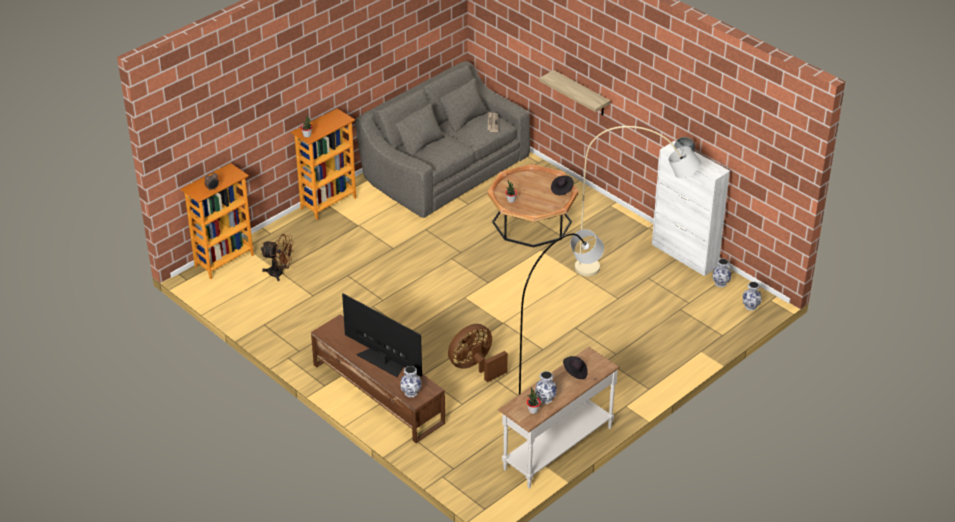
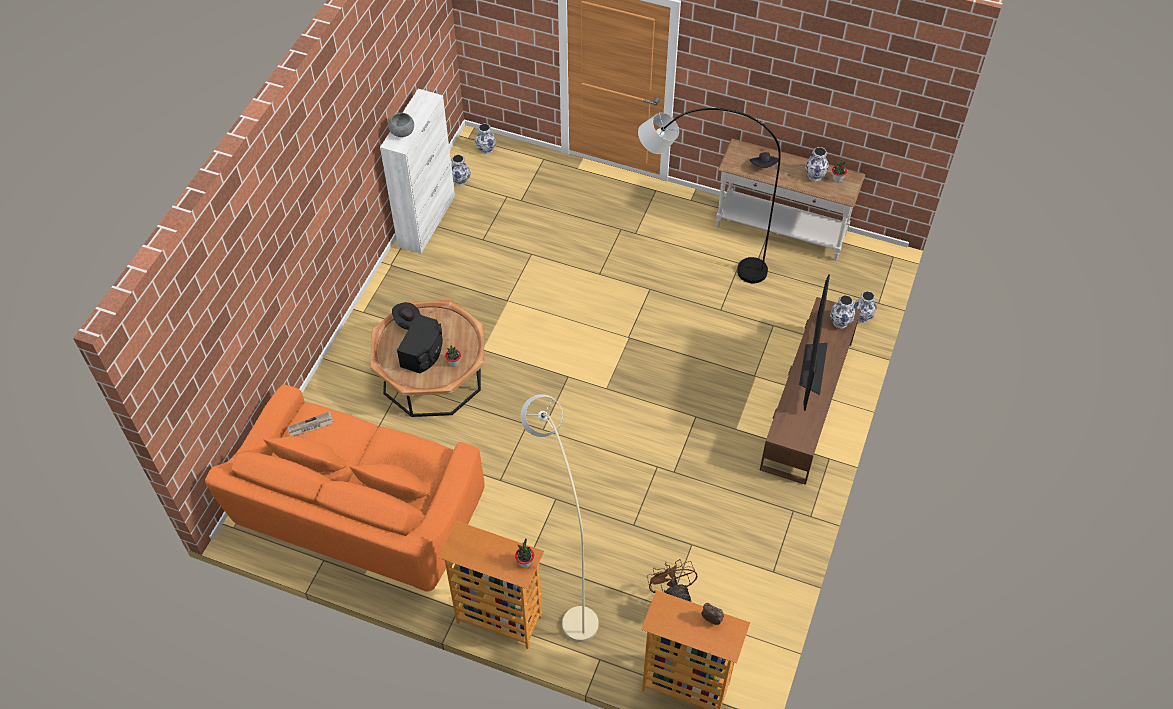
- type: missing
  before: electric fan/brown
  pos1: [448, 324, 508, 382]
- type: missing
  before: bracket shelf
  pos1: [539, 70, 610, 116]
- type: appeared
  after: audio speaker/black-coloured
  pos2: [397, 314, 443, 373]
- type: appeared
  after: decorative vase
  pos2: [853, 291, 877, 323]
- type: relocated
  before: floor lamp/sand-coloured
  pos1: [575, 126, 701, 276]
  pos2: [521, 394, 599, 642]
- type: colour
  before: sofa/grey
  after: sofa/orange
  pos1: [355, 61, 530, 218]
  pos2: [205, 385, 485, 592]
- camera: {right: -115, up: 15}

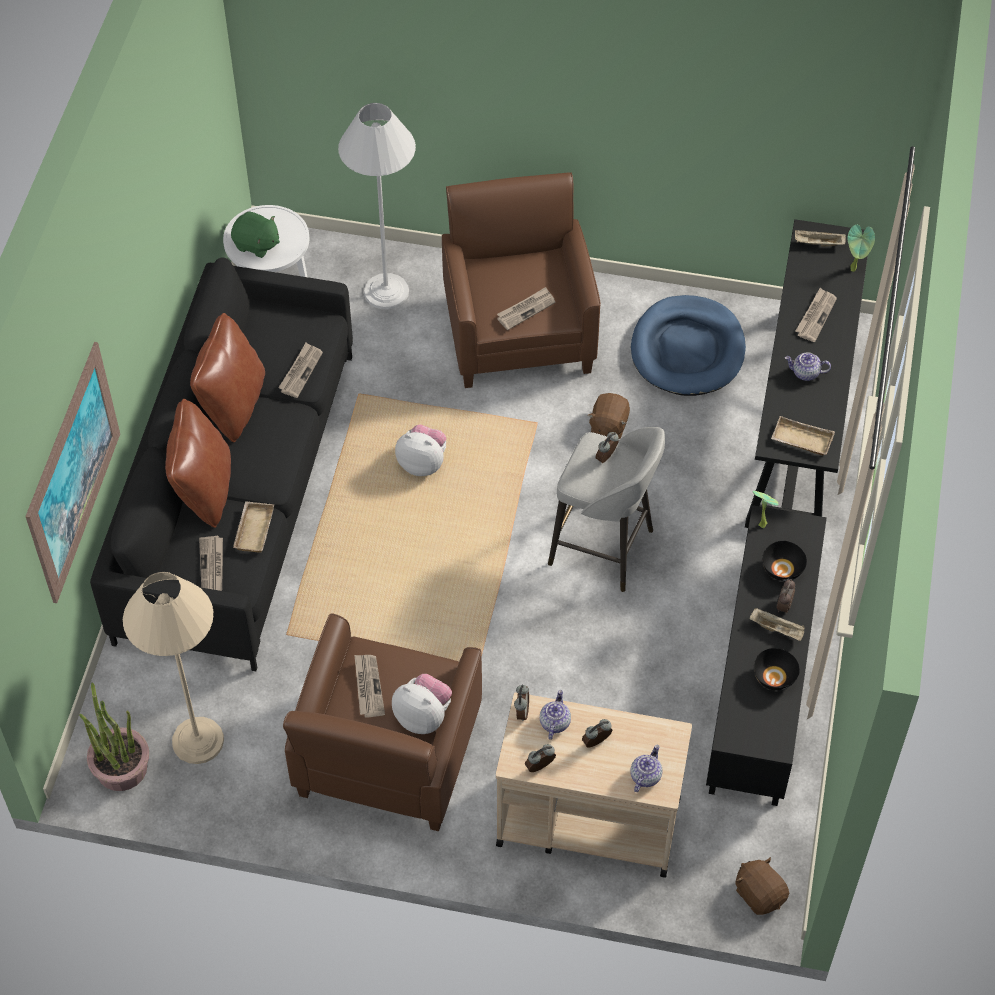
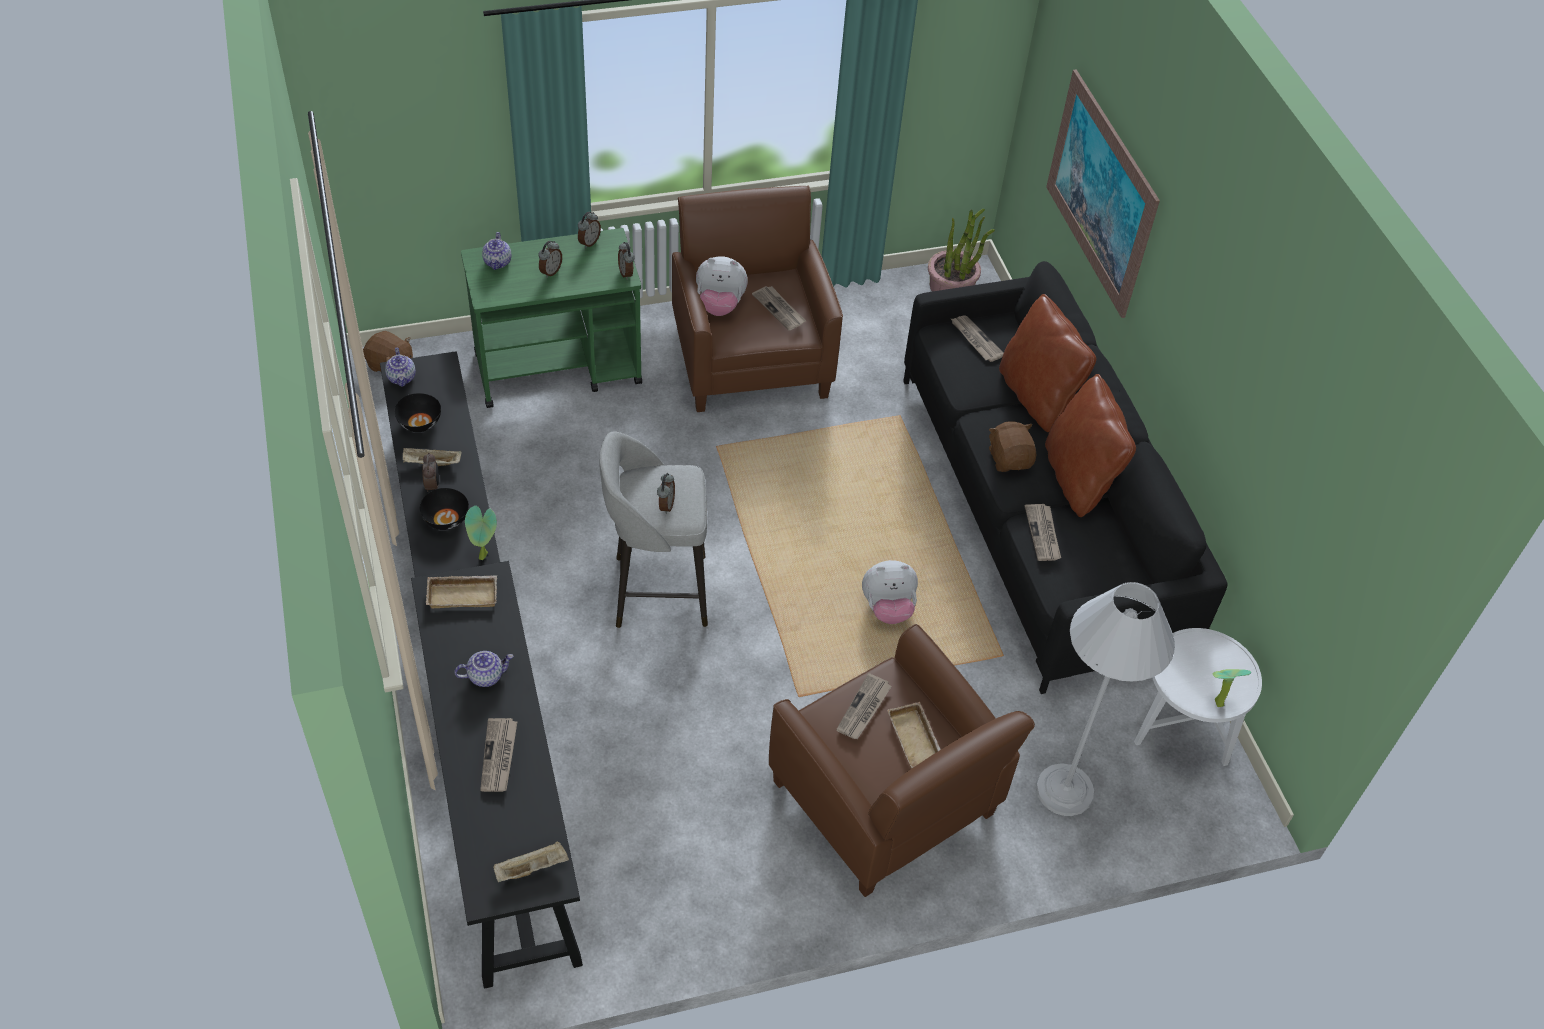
- type: missing
  before: floor lamp/sand-coloured
  pos1: [123, 572, 224, 764]
- type: missing
  before: soft toy/green
  pos1: [231, 211, 280, 258]
- type: missing
  before: pet bed/bluish
  pos1: [631, 295, 746, 396]
- type: relocated
  before: tray/sand-coloured
  pos1: [233, 501, 274, 553]
  pos2: [887, 702, 941, 769]
- type: relocated
  before: tea pot
  pos1: [540, 690, 571, 740]
  pos2: [385, 348, 416, 387]
- type: relocated
  before: soft toy/brown
  pos1: [588, 393, 630, 439]
  pos2: [989, 421, 1036, 472]
- type: relocated
  before: plant in a pot
  pos1: [848, 225, 875, 272]
  pos2: [1213, 669, 1251, 707]
- type: colour
  before: cart/sand-coloured
  after: cart/green
  pos1: [496, 692, 692, 877]
  pos2: [461, 228, 642, 408]
- camera: {right: 150, up: -5}

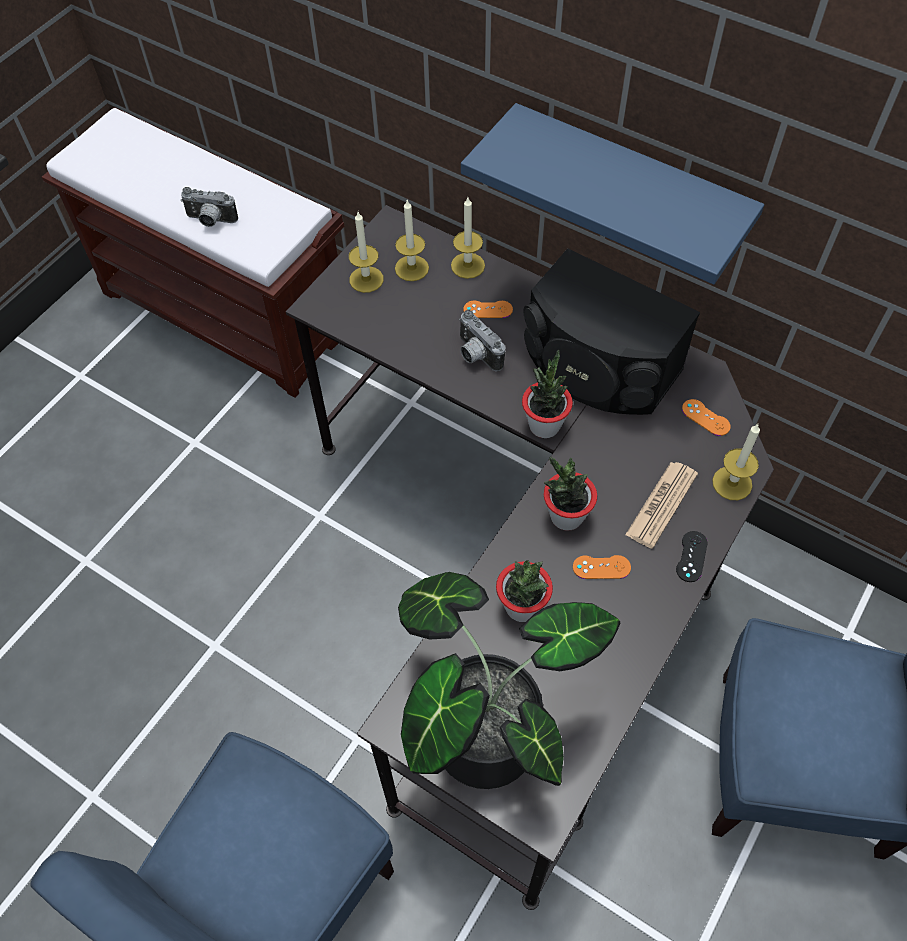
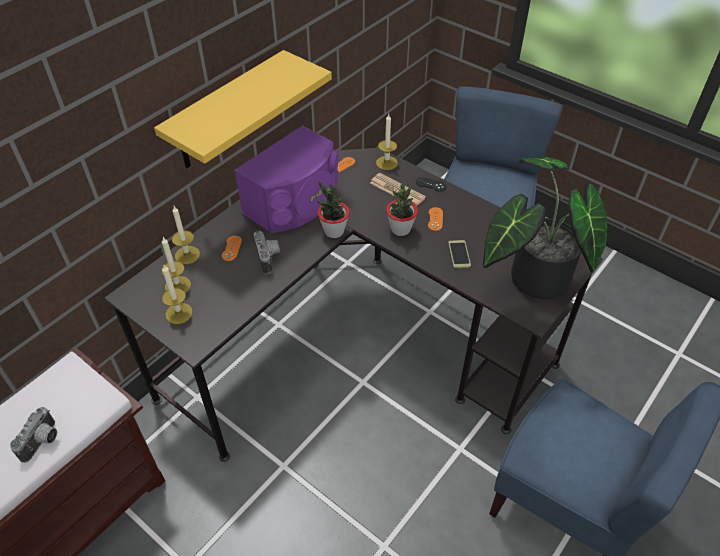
- type: exchanged
  before: plant in a pot
  after: handset
  pos1: [496, 560, 553, 622]
  pos2: [448, 240, 471, 268]
- type: colour
  before: bracket shelf/bluish
  after: bracket shelf/yellow
  pos1: [461, 103, 764, 285]
  pos2: [154, 50, 332, 168]
- type: colour
  before: audio speaker/black-coloured
  after: audio speaker/purple-coloured
  pos1: [523, 248, 700, 415]
  pos2: [234, 125, 339, 233]
- type: spun
  before: photo camera
  pos1: [459, 310, 505, 372]
  pos2: [254, 231, 280, 274]
  turn: -75
- camera: {right: -85, up: -10}

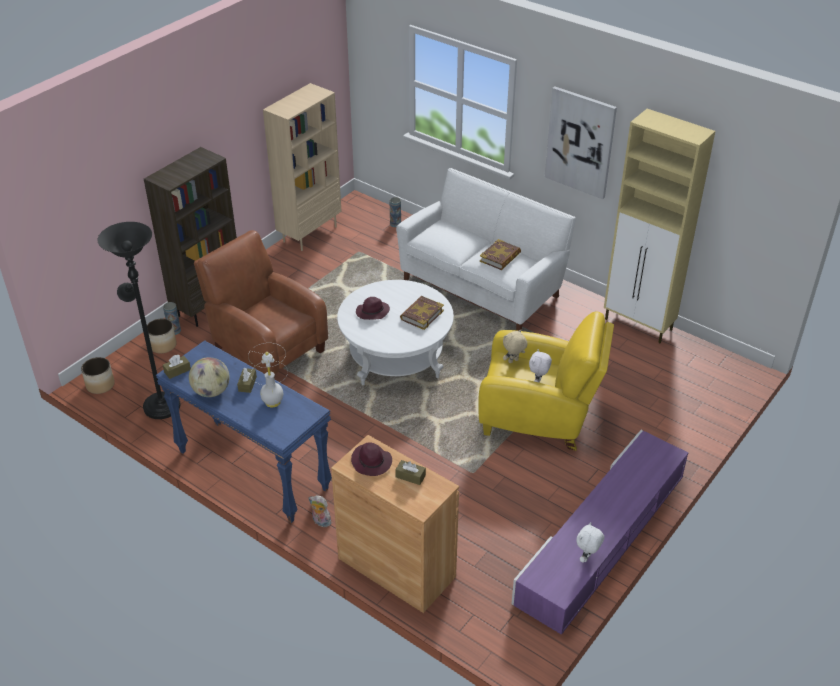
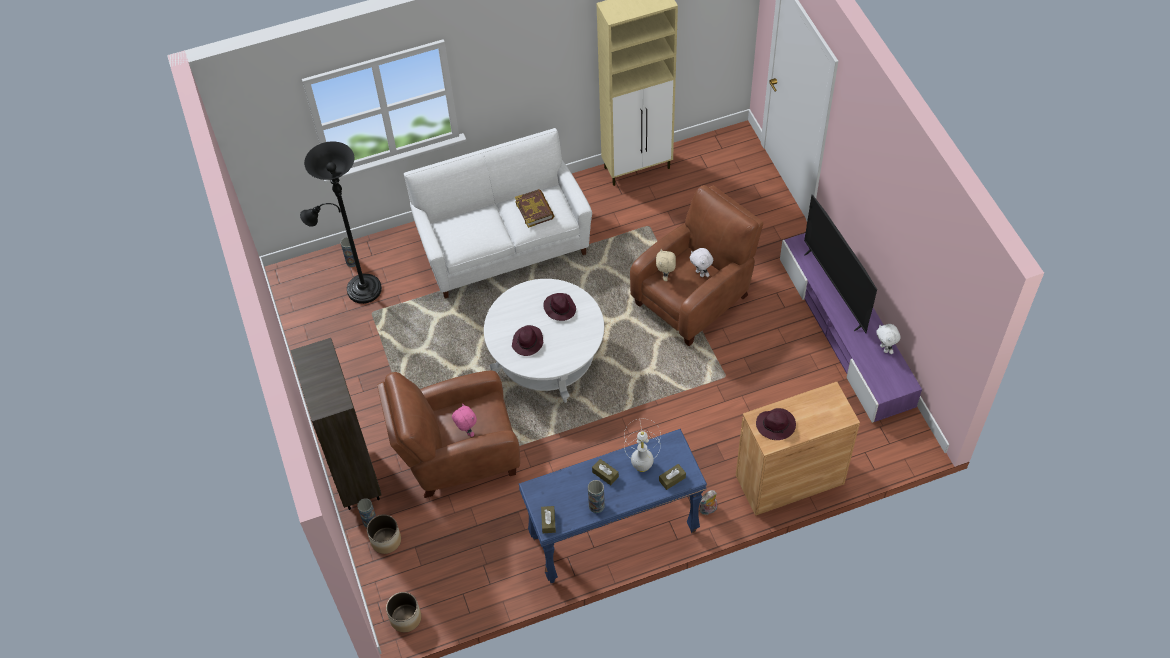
- type: missing
  before: bookshelf/sand-coloured
  pos1: [263, 83, 342, 251]
- type: missing
  before: wall picture
  pos1: [545, 87, 617, 199]
- type: appeared
  after: soft toy/pinkish
  pos2: [452, 404, 477, 437]
- type: appeared
  after: television
  pos2: [804, 195, 877, 333]
- type: relocated
  before: floor lamp/black-coloured
  pos1: [97, 222, 181, 419]
  pos2: [300, 141, 382, 304]
- type: relocated
  before: tissue holder/brown
  pos1: [395, 460, 426, 485]
  pos2: [659, 464, 686, 490]
- type: exchanged
  before: world globe
  after: decorative vase
  pos1: [189, 357, 230, 397]
  pos2: [588, 480, 605, 513]
- type: exchanged
  before: book
  after: clothing hat/purple-coloured
  pos1: [400, 296, 444, 330]
  pos2: [543, 293, 576, 321]
- type: colour
  before: easy chair/yellow
  after: easy chair/brown
  pos1: [478, 311, 614, 451]
  pos2: [630, 185, 763, 346]
- camera: {right: -55, up: 15}

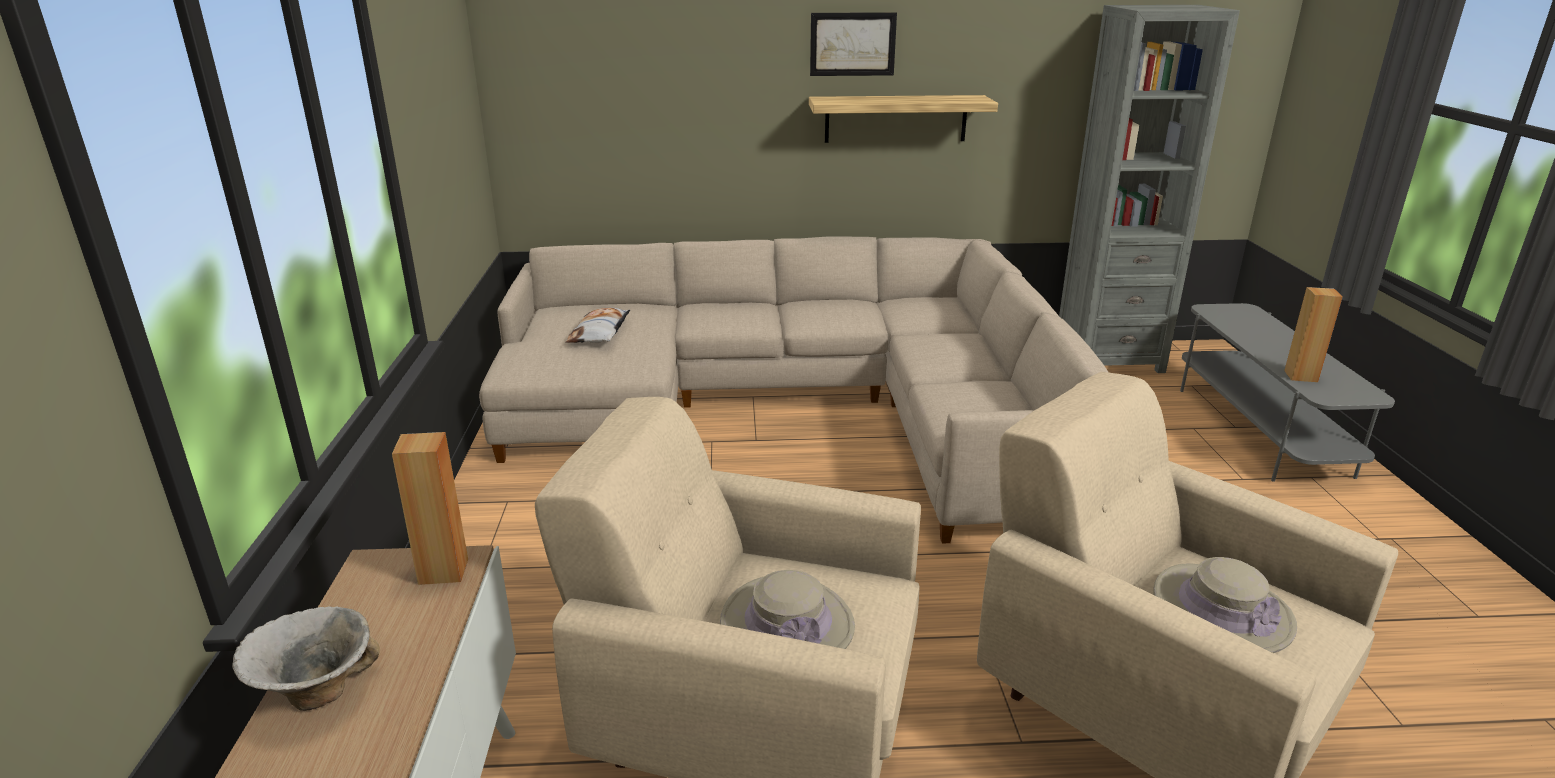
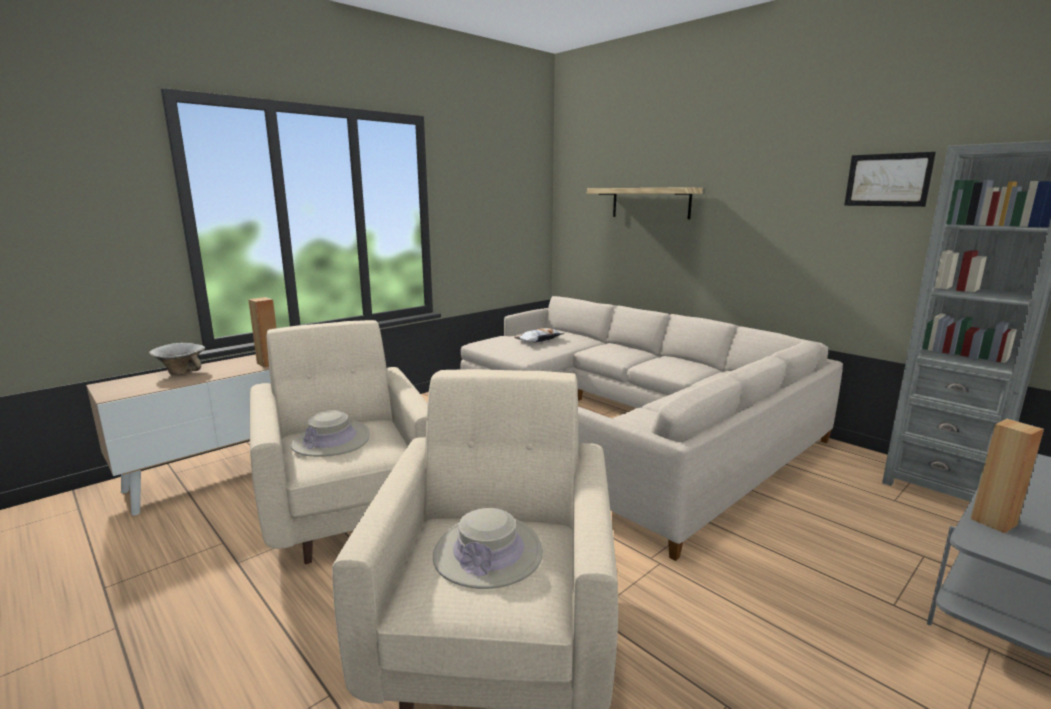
- type: relocated
  before: bracket shelf
  pos1: [809, 95, 998, 143]
  pos2: [587, 187, 703, 219]
- type: relocated
  before: wall picture
  pos1: [810, 12, 897, 76]
  pos2: [844, 152, 936, 207]
- camera: {right: 50, up: -10}

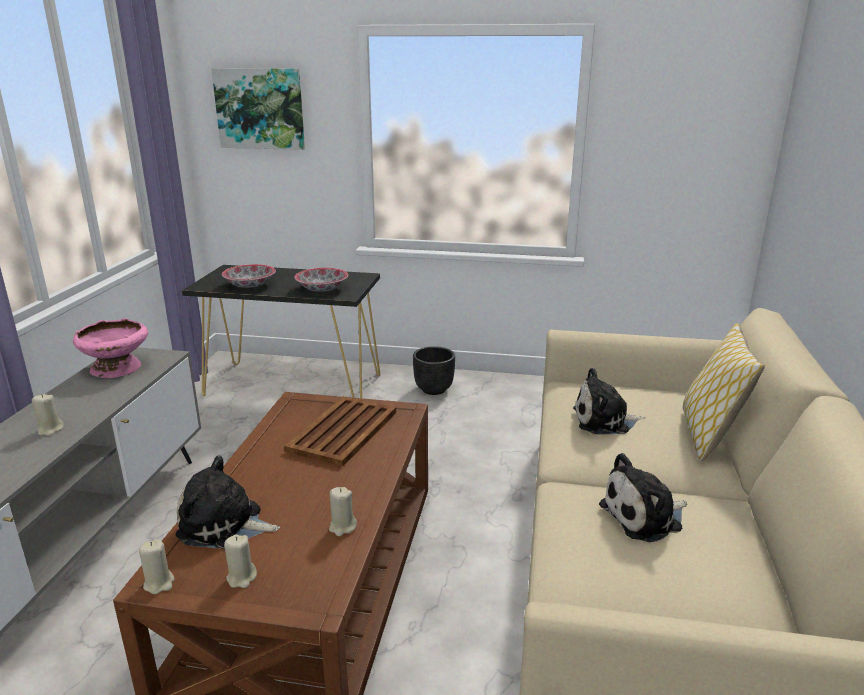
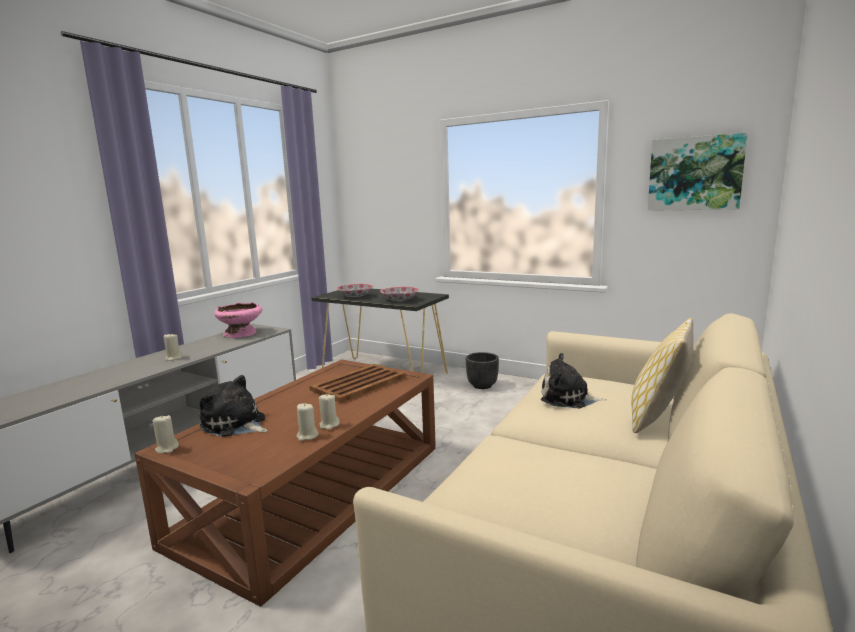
- type: missing
  before: soft toy
  pos1: [599, 453, 687, 542]
- type: relocated
  before: wall picture
  pos1: [211, 68, 305, 150]
  pos2: [648, 133, 748, 211]
- type: relocated
  before: wax candle/sand-coloured
  pos1: [224, 534, 257, 588]
  pos2: [319, 393, 340, 430]
- camera: {right: 20, up: -10}

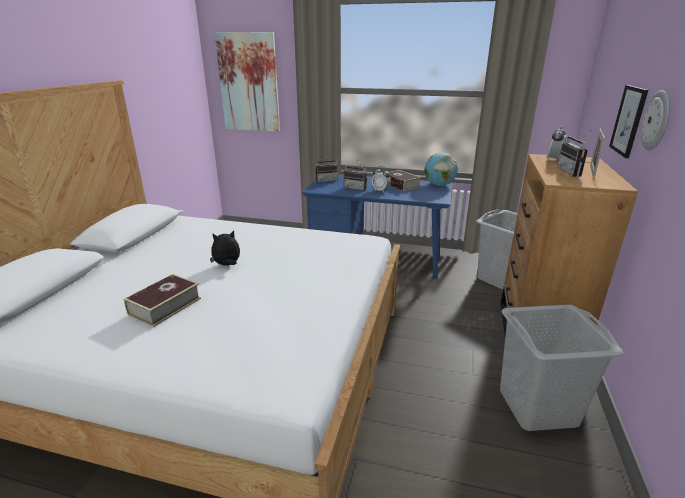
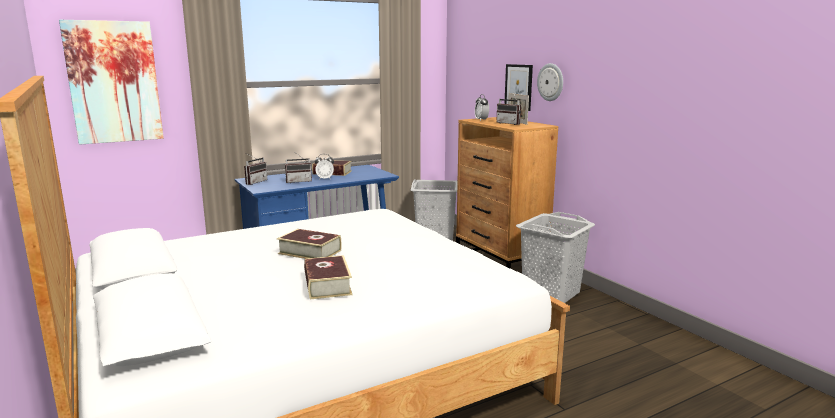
- type: missing
  before: world globe
  pos1: [424, 153, 458, 186]
- type: exchanged
  before: soft toy
  after: book
  pos1: [210, 231, 240, 266]
  pos2: [277, 229, 341, 259]
- camera: {right: -45, up: -10}

